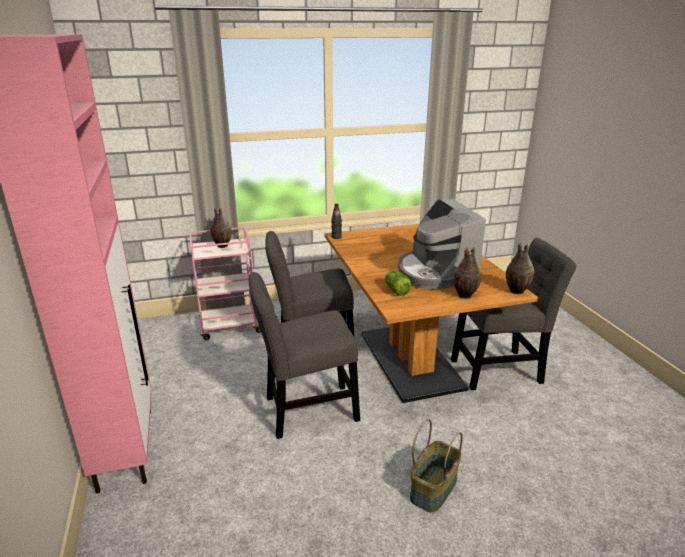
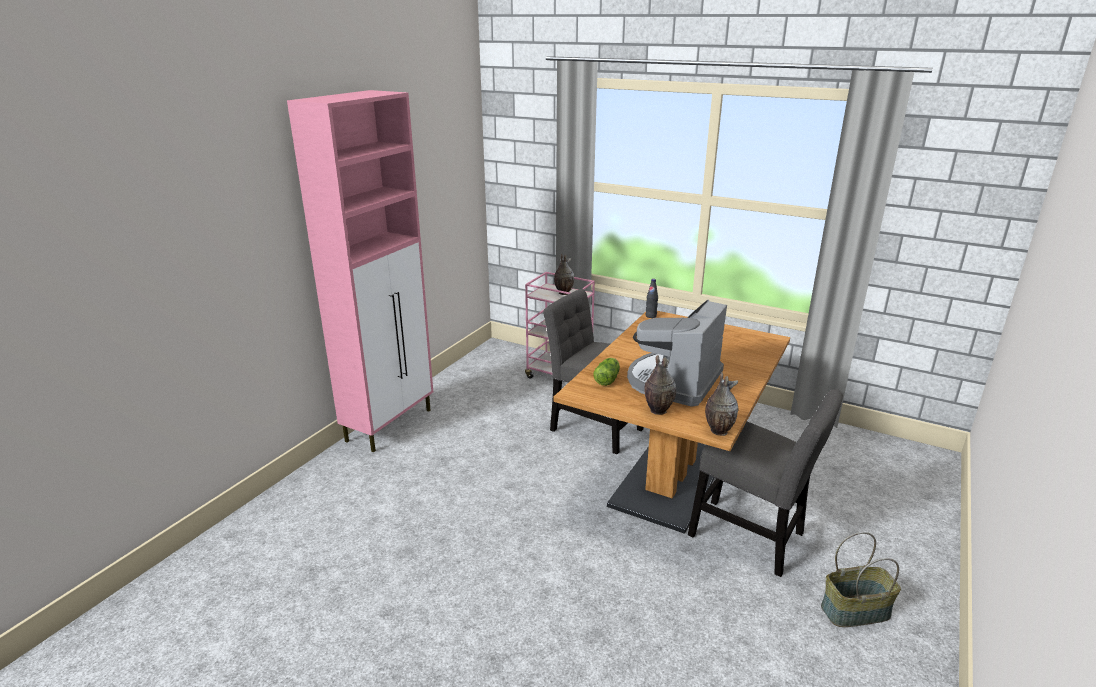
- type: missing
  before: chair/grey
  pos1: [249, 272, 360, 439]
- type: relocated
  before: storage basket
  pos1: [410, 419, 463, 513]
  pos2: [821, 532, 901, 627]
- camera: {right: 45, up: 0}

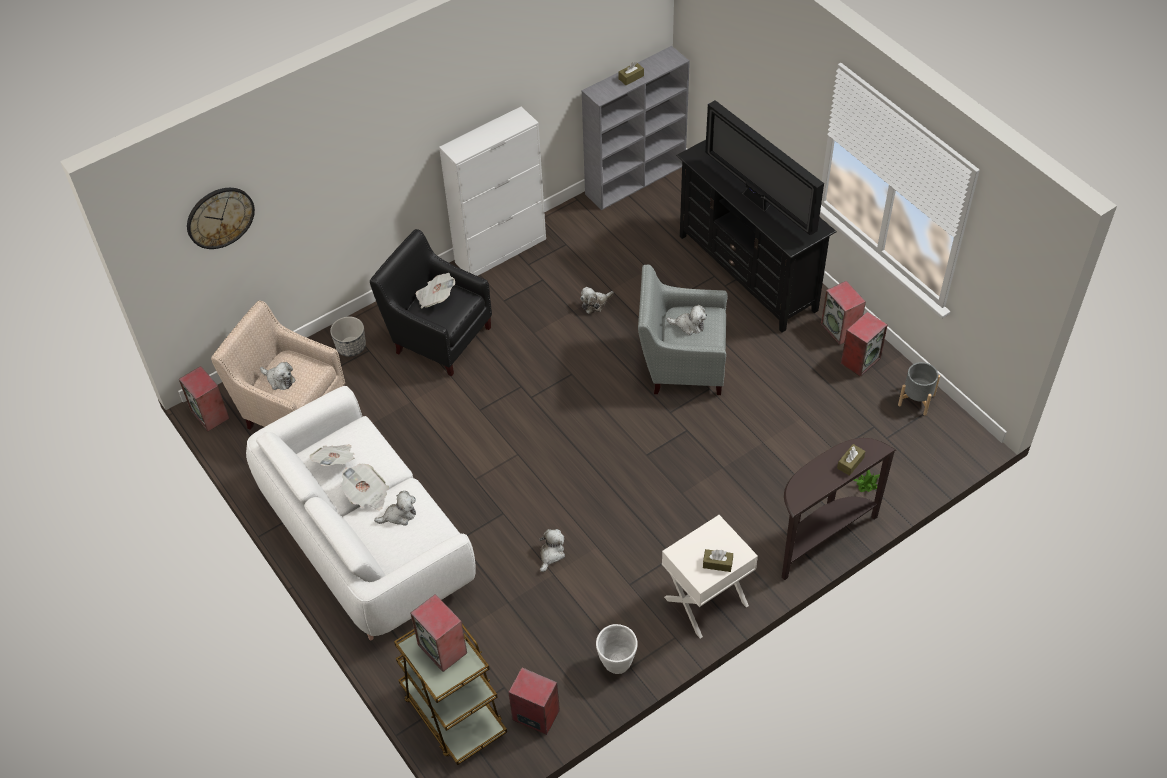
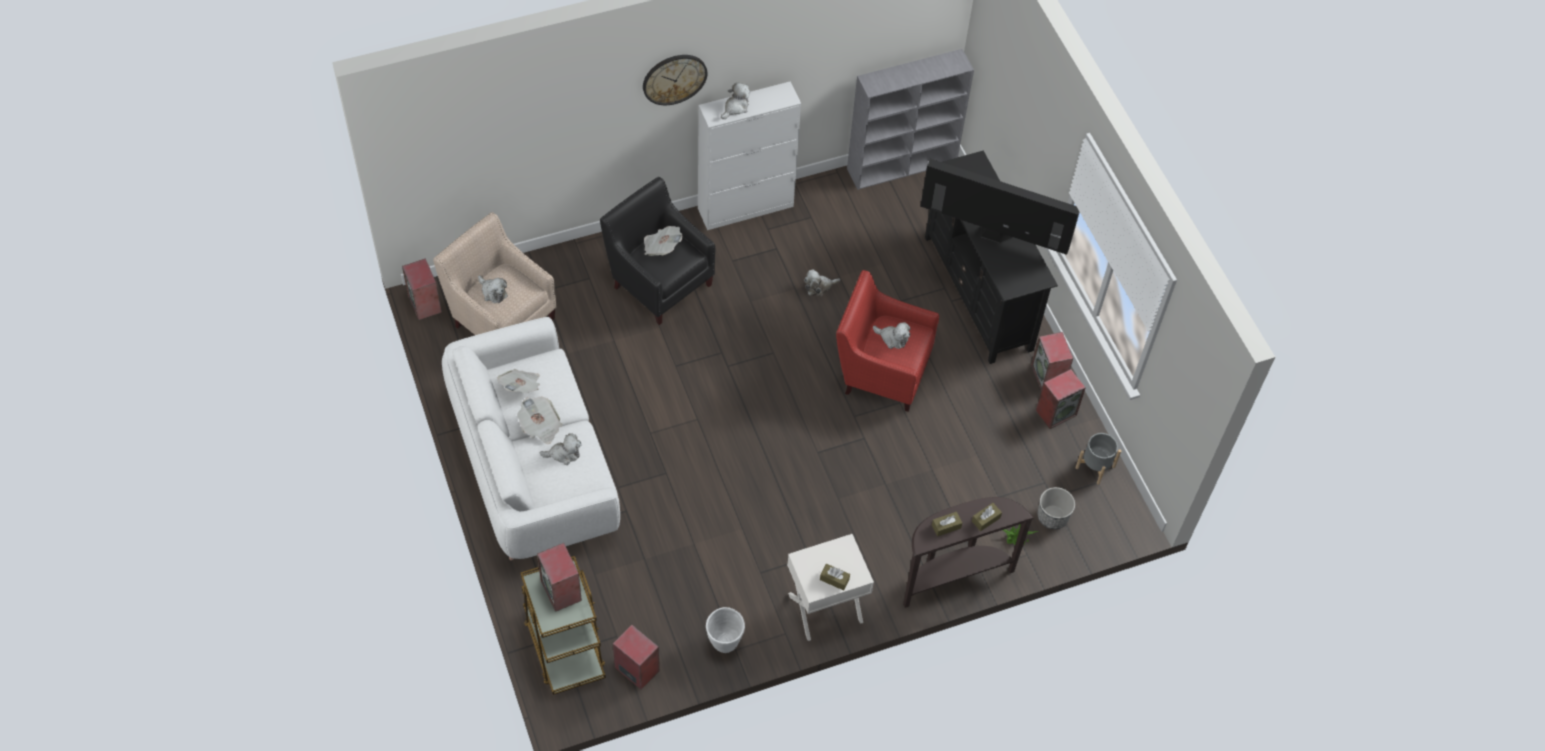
- type: relocated
  before: wall clock
  pos1: [187, 188, 255, 249]
  pos2: [643, 55, 707, 105]
- type: relocated
  before: flower pot
  pos1: [330, 316, 366, 357]
  pos2: [1037, 487, 1075, 529]
- type: relocated
  before: soft toy
  pos1: [539, 529, 565, 572]
  pos2: [721, 82, 750, 119]
- type: relocated
  before: tissue holder/brown
  pos1: [619, 62, 644, 85]
  pos2: [932, 512, 962, 537]
- type: colour
  before: easy chair/grey
  after: easy chair/red
  pos1: [638, 265, 728, 395]
  pos2: [836, 270, 939, 412]
- type: spun
  before: television
  pos1: [705, 100, 824, 236]
  pos2: [920, 159, 1080, 255]
  turn: 135
- camera: {right: 10, up: 5}

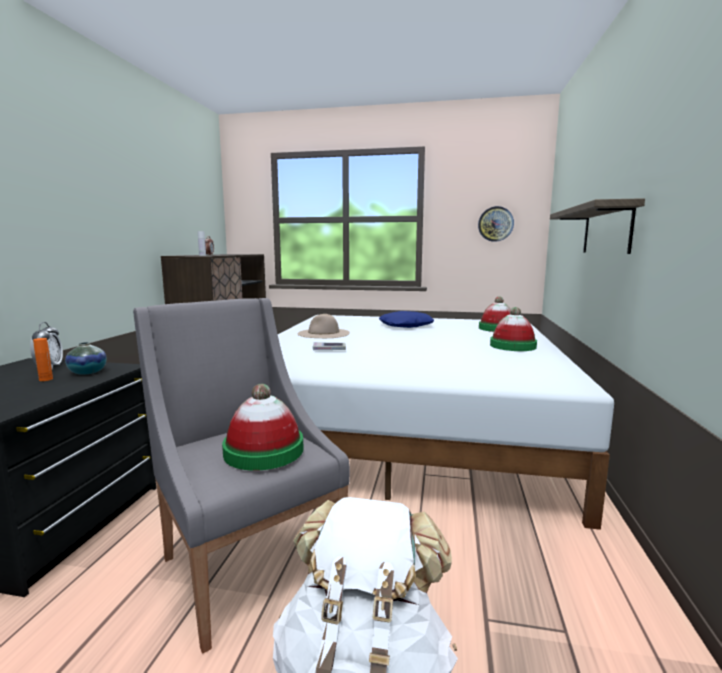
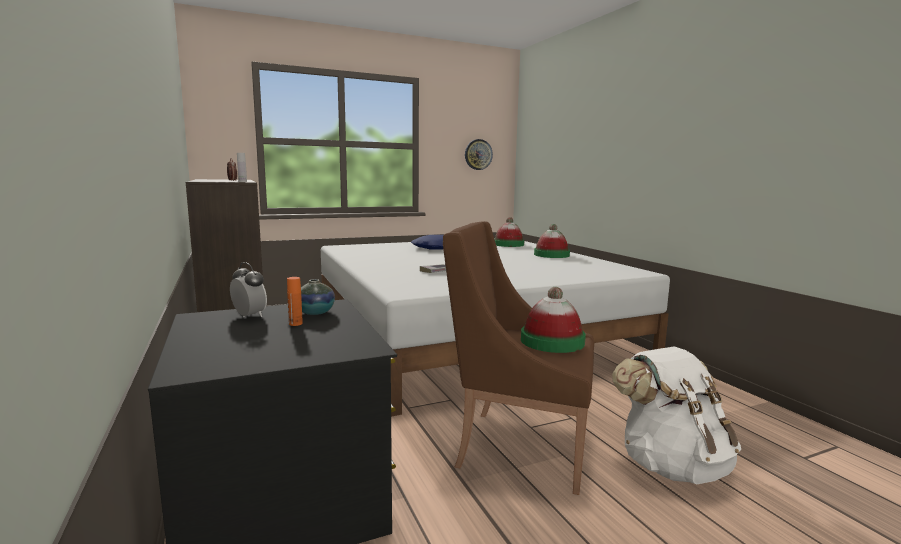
- type: missing
  before: clothing hat/sand-coloured
  pos1: [297, 314, 350, 338]
- type: missing
  before: bracket shelf
  pos1: [550, 198, 645, 254]
- type: colour
  before: easy chair/grey
  after: easy chair/brown
  pos1: [133, 298, 350, 654]
  pos2: [443, 221, 594, 495]
- camera: {right: -35, up: 0}

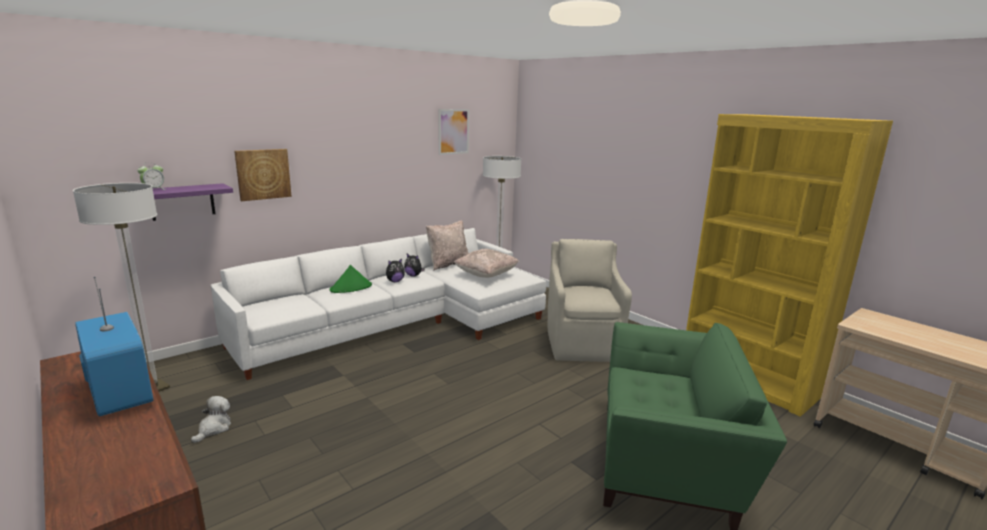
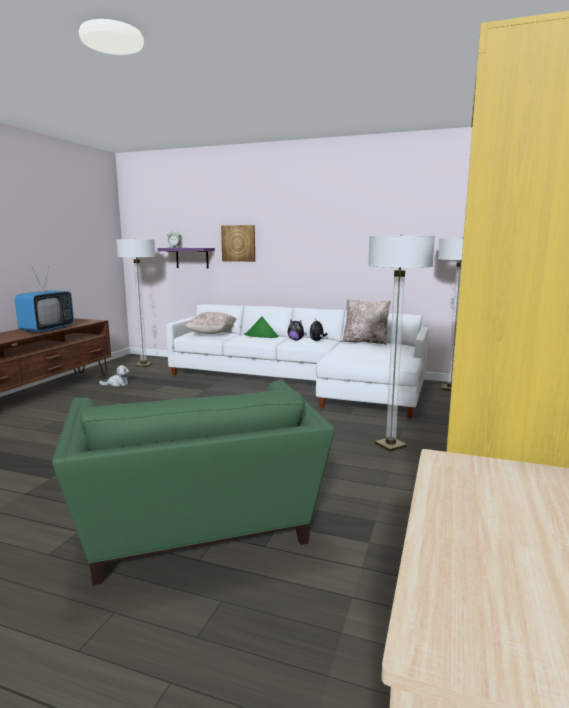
- type: missing
  before: wall picture
  pos1: [439, 109, 469, 155]
- type: relocated
  before: pillow/sand-coloured
  pos1: [454, 249, 519, 278]
  pos2: [185, 312, 236, 334]
- type: exchanged
  before: easy chair/sand-coloured
  after: floor lamp
  pos1: [548, 239, 632, 362]
  pos2: [368, 235, 435, 452]
- camera: {right: 60, up: -5}

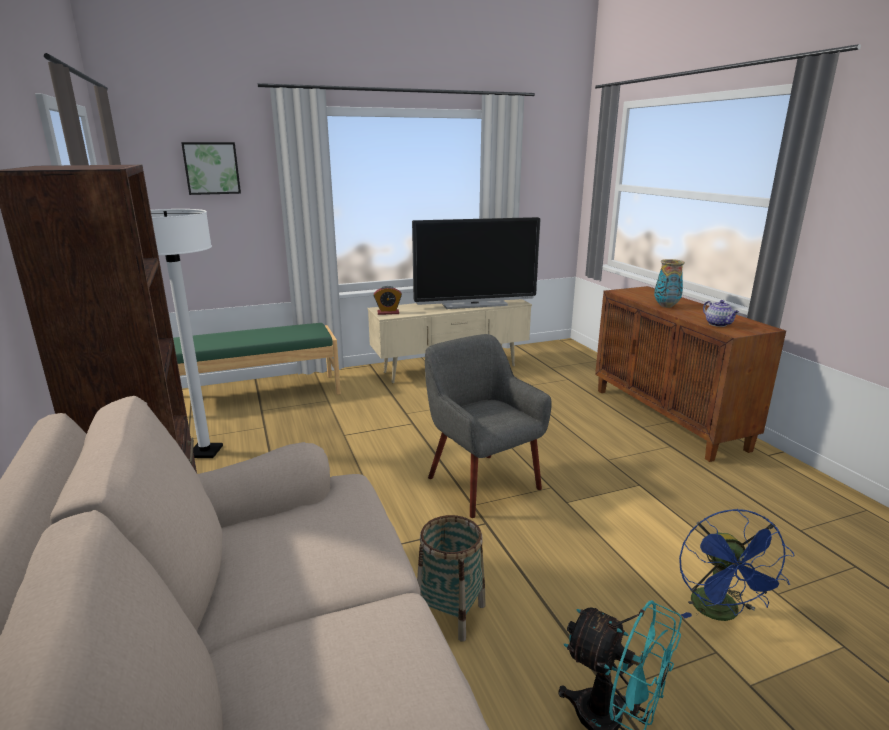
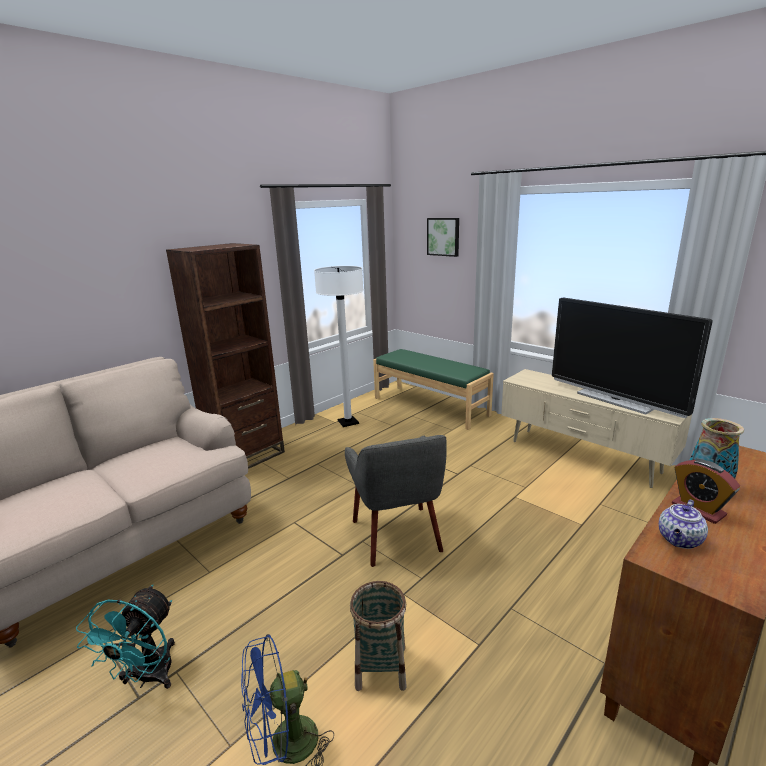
- type: relocated
  before: table clock
  pos1: [374, 286, 402, 315]
  pos2: [672, 459, 740, 524]
- type: relocated
  before: storage basket
  pos1: [417, 515, 486, 642]
  pos2: [350, 581, 407, 691]
- type: spun
  before: easy chair/grey
  pos1: [425, 334, 552, 518]
  pos2: [345, 435, 447, 567]
  turn: 135
- camera: {right: 65, up: 0}

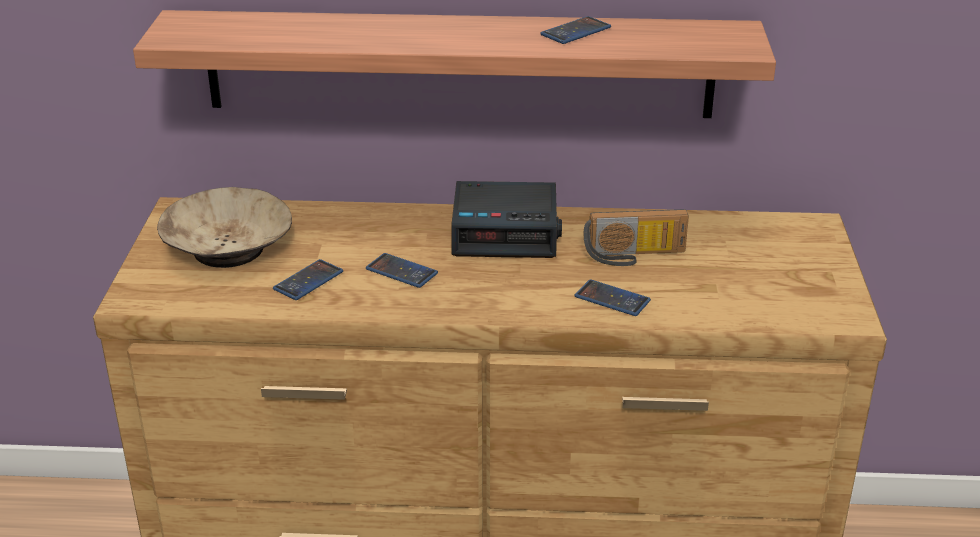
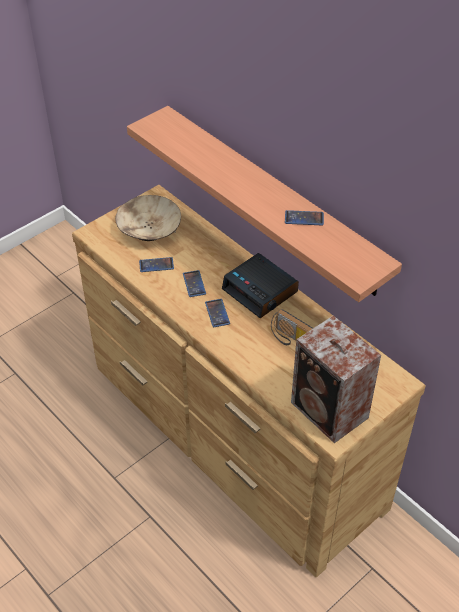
- type: appeared
  after: audio speaker
  pos2: [291, 315, 381, 443]
- type: relocated
  before: handset
  pos1: [574, 279, 651, 316]
  pos2: [205, 299, 230, 327]
- camera: {right: 45, up: 15}

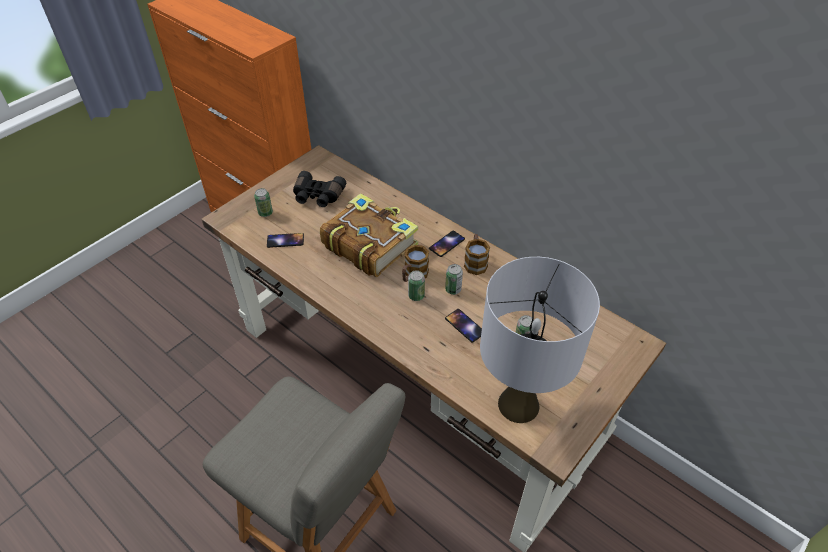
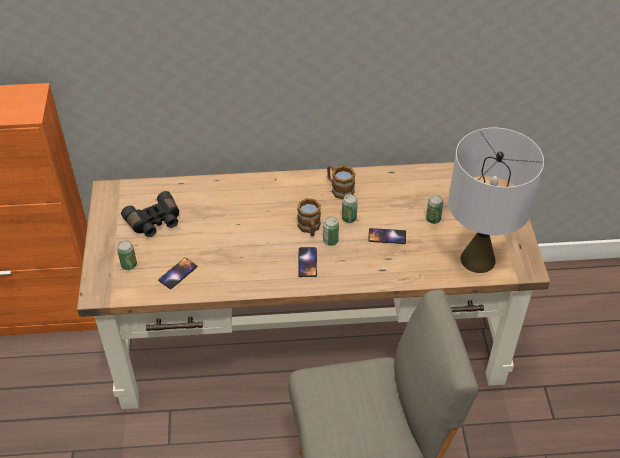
- type: missing
  before: book
  pos1: [320, 193, 418, 277]
- type: relocated
  before: handset
  pos1: [429, 231, 465, 257]
  pos2: [298, 247, 317, 277]
- camera: {right: -45, up: 0}

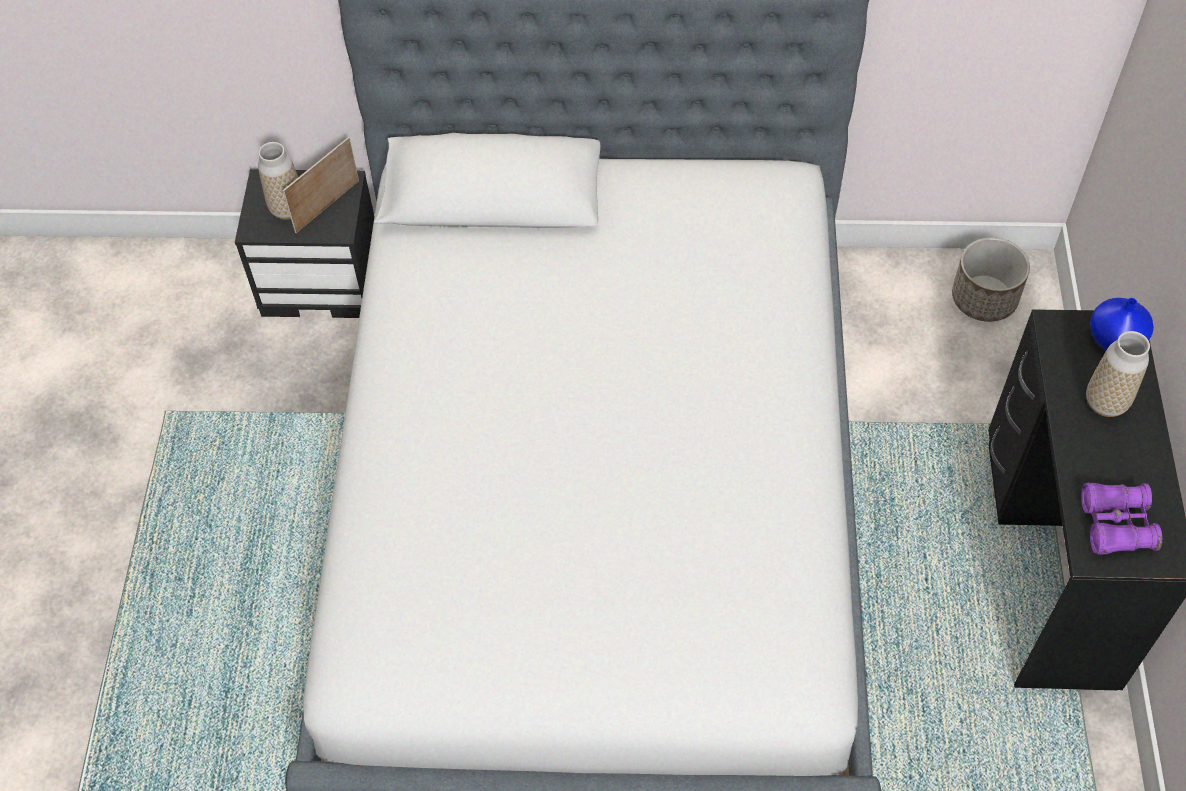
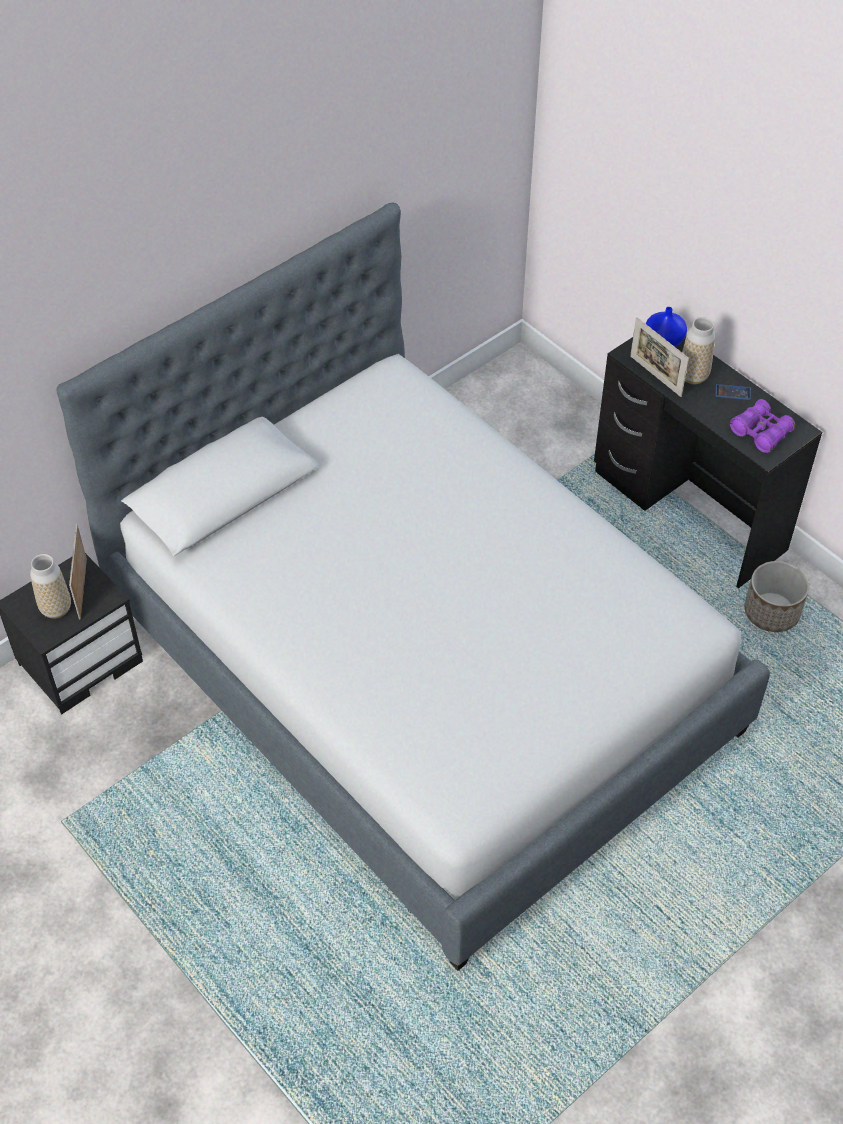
- type: appeared
  after: picture frame
  pos2: [630, 317, 689, 397]
- type: appeared
  after: handset
  pos2: [715, 384, 751, 400]
- type: relocated
  before: flower pot
  pos1: [952, 237, 1030, 322]
  pos2: [744, 561, 809, 632]
- camera: {right: -45, up: -5}

